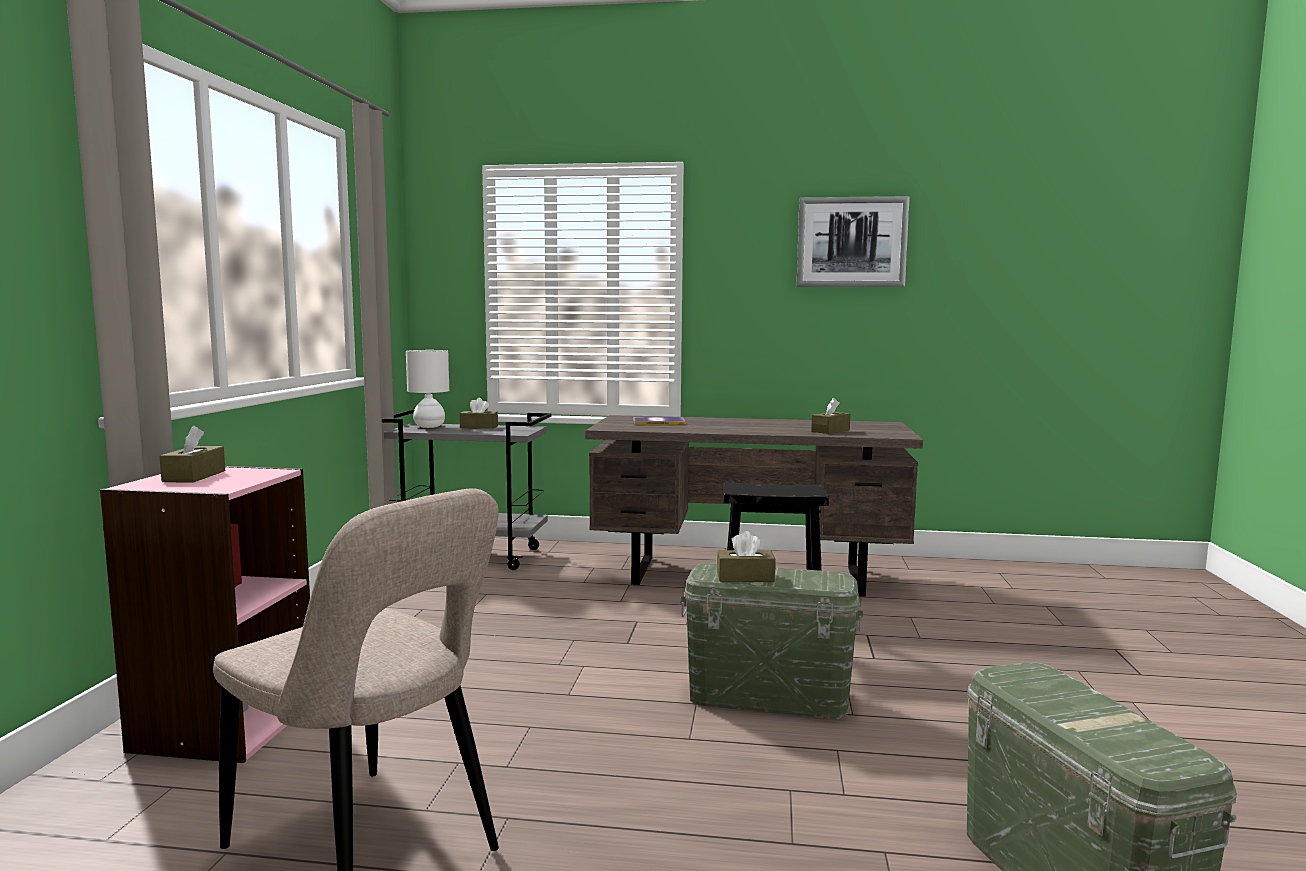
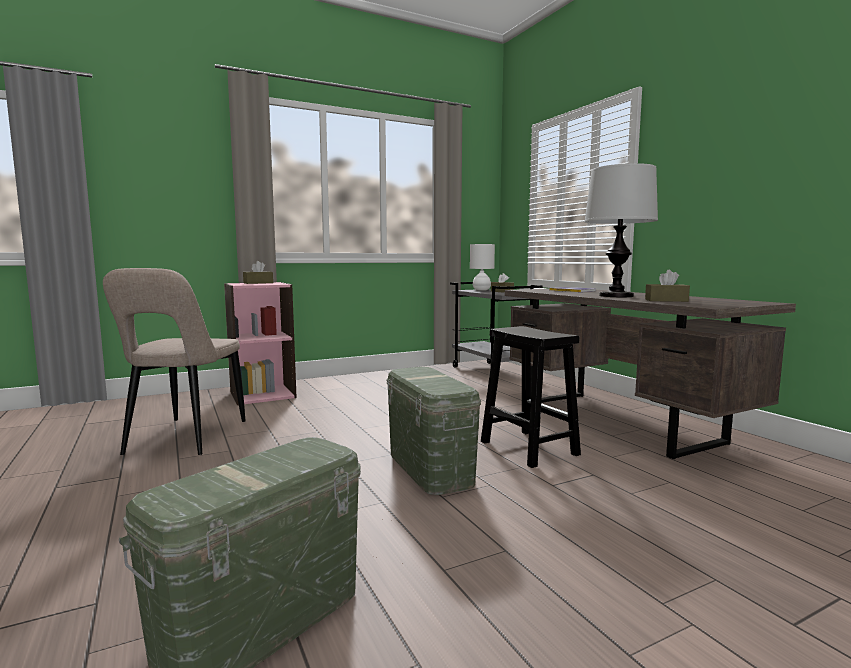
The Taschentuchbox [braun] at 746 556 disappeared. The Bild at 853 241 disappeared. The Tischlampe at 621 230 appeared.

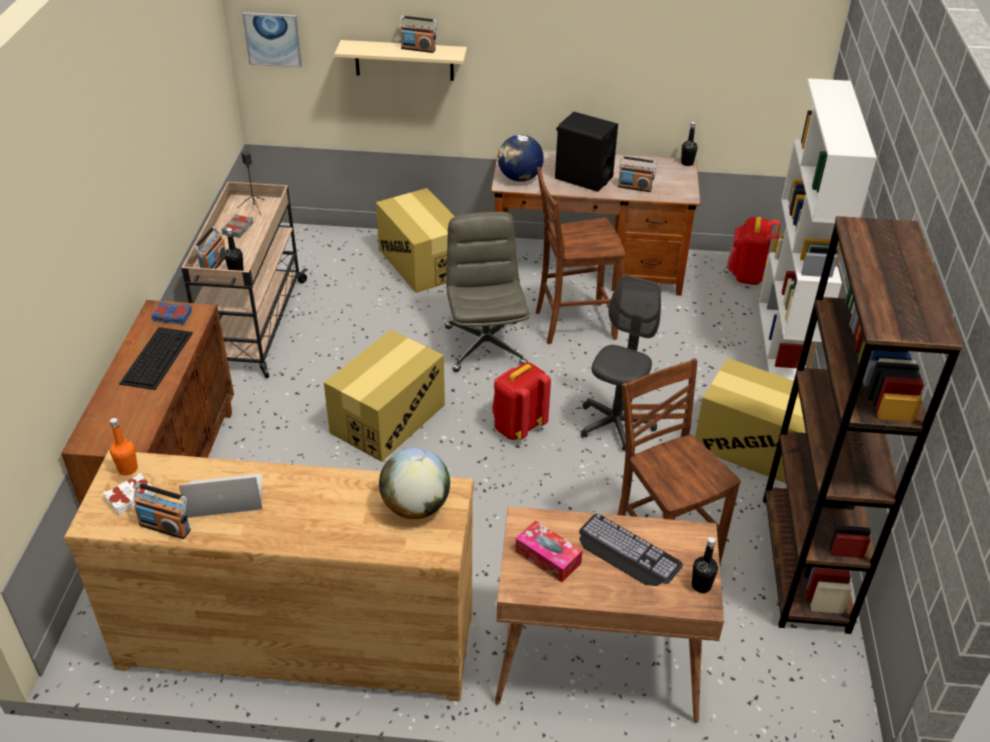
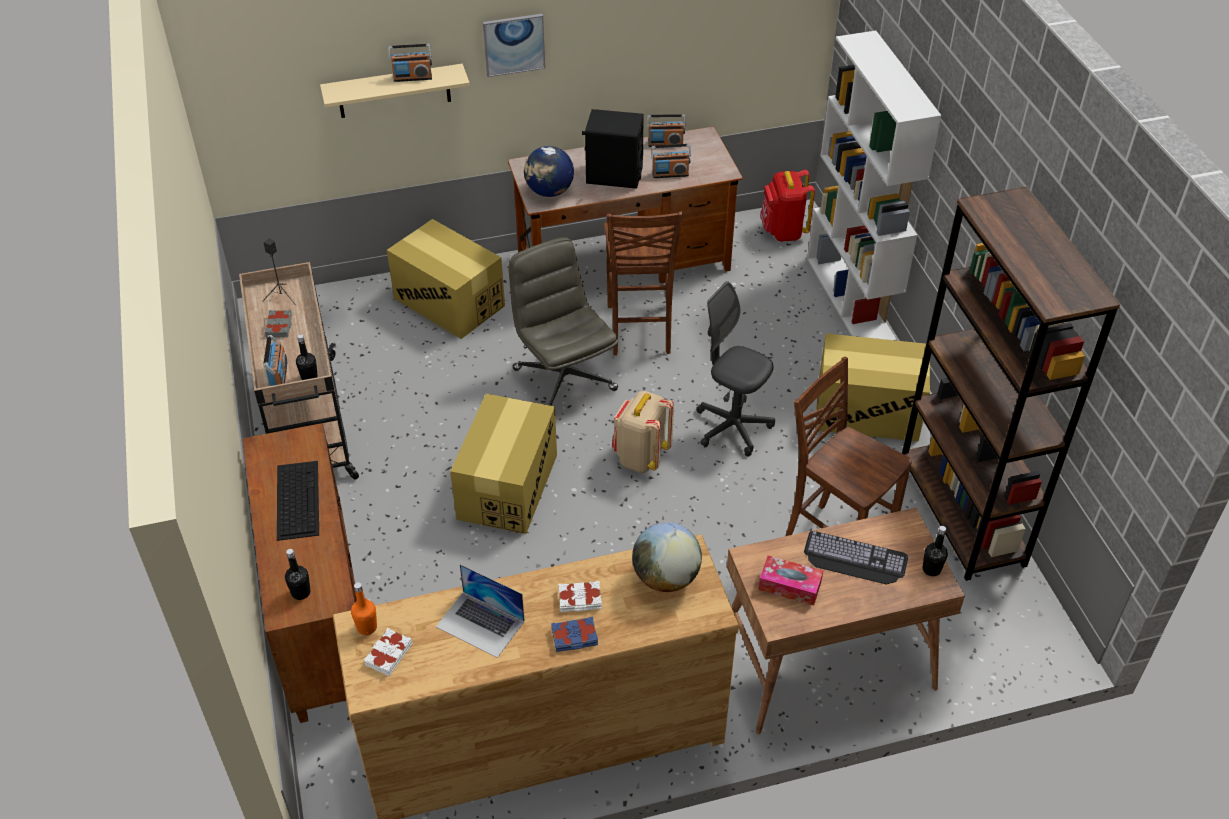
The Buch [weiß] at 580 596 appeared. The Radio moved from 162 511 to 666 130. The Buch [blau] moved from 171 313 to 574 634. The Bild moved from 272 40 to 514 45. The Flasche [schwarz] moved from 689 144 to 297 574. The Rucksack [rot] at 521 401 became the Rucksack [beige] at 643 432. The Laptop at 220 496 turned 120 degrees counterclockwise. The Stuhl [braun] at 580 255 turned 60 degrees counterclockwise. The Bürostuhl [grau] at 621 362 turned 60 degrees counterclockwise.

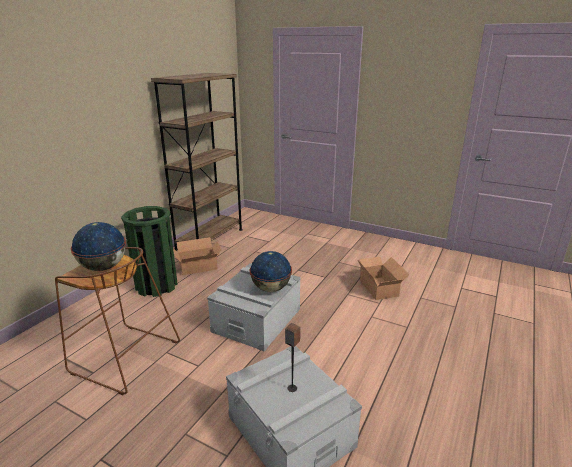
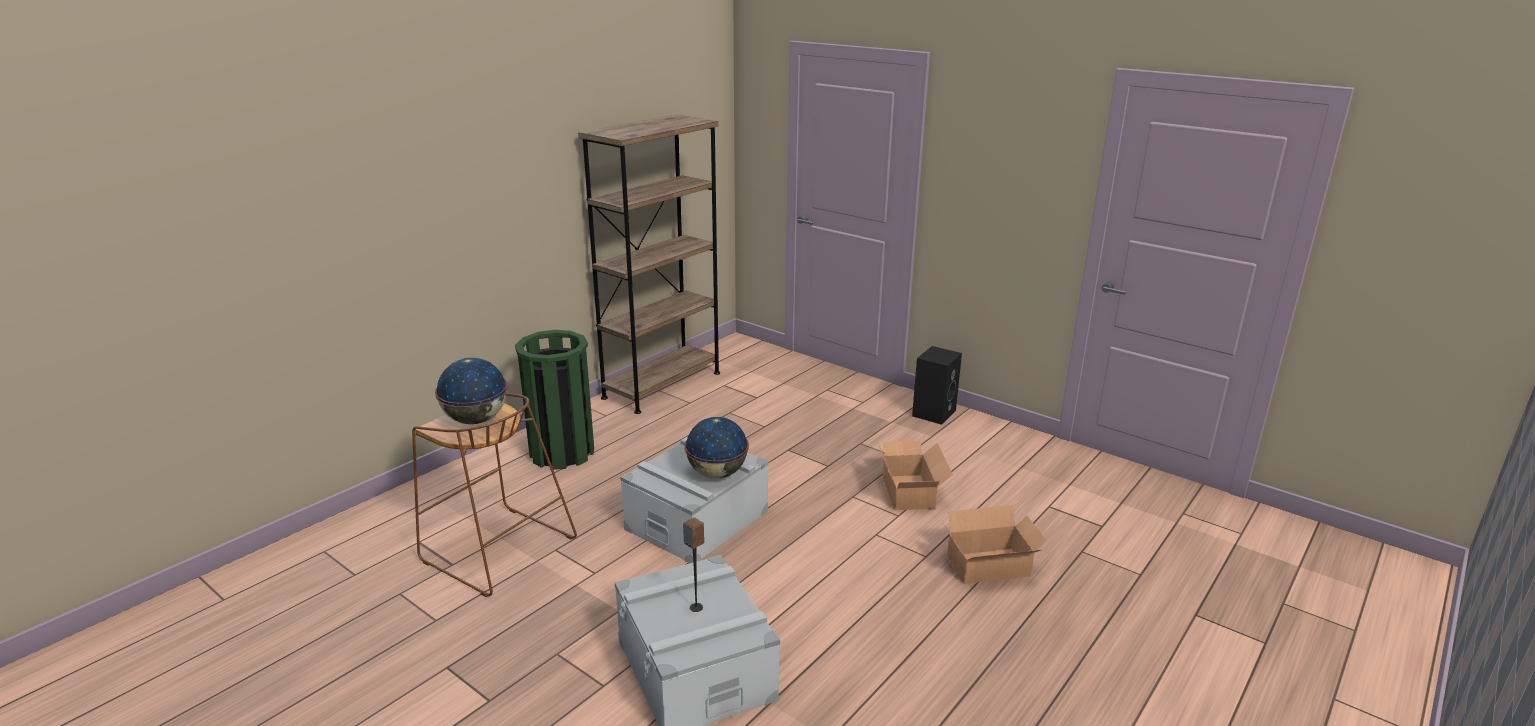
The Lautsprecher [schwarz] at 937 385 appeared. The Karton moved from 197 256 to 995 544.

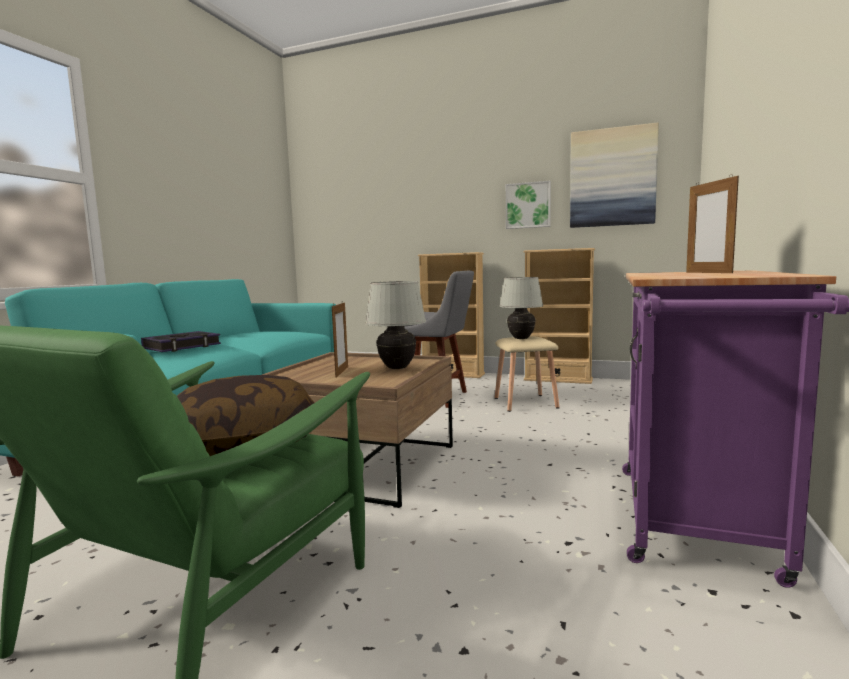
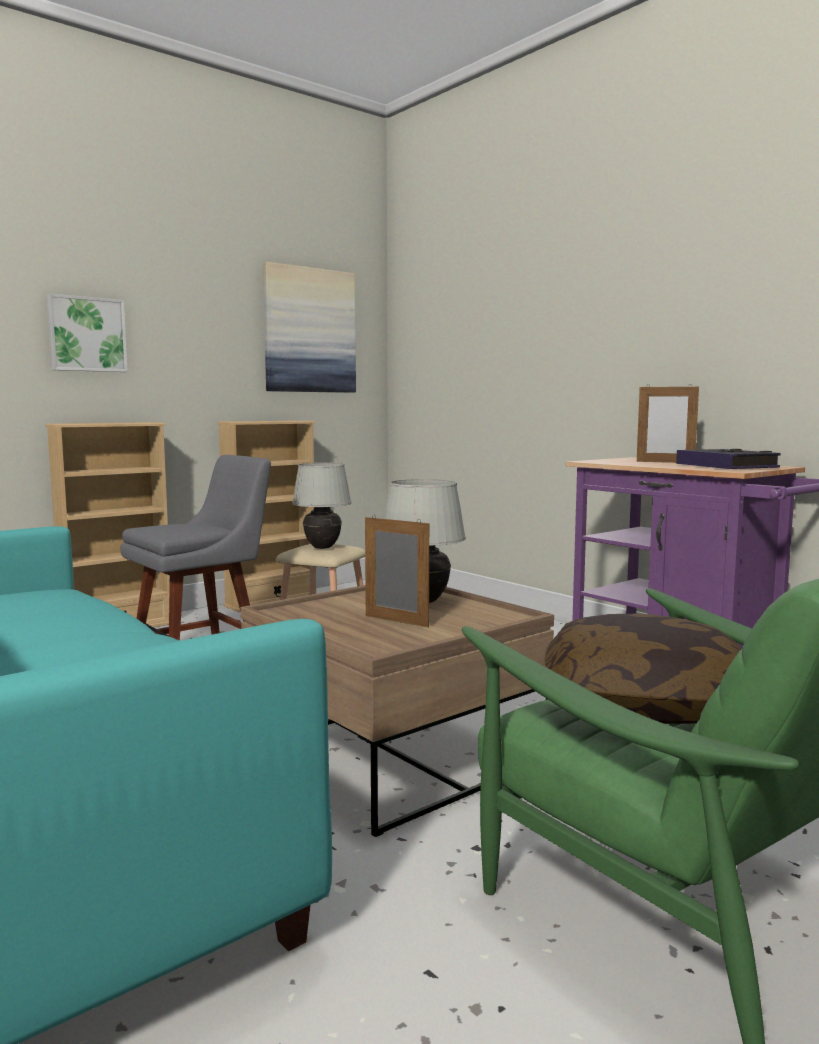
The Buch moved from 181 341 to 728 459. The Bild moved from 528 205 to 87 333.

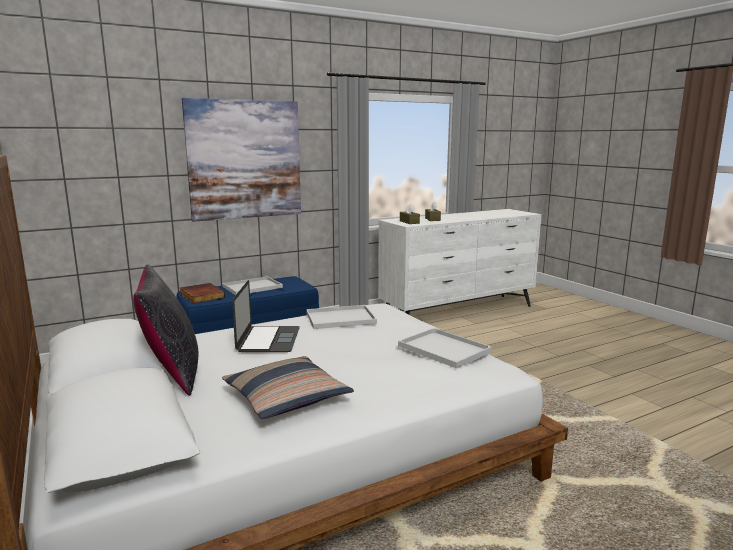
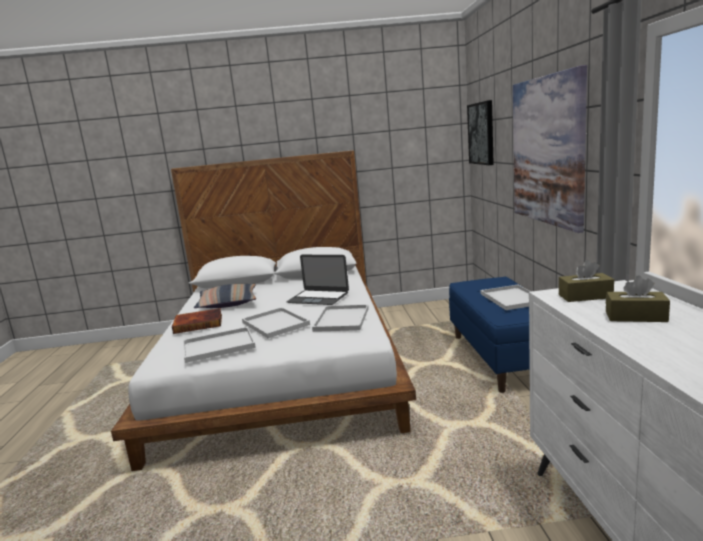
The Kissen [schwarz] at 166 330 disappeared. The Tablett [weiß] at 276 322 appeared. The Bild at 480 132 appeared. The Buch moved from 202 293 to 197 321.

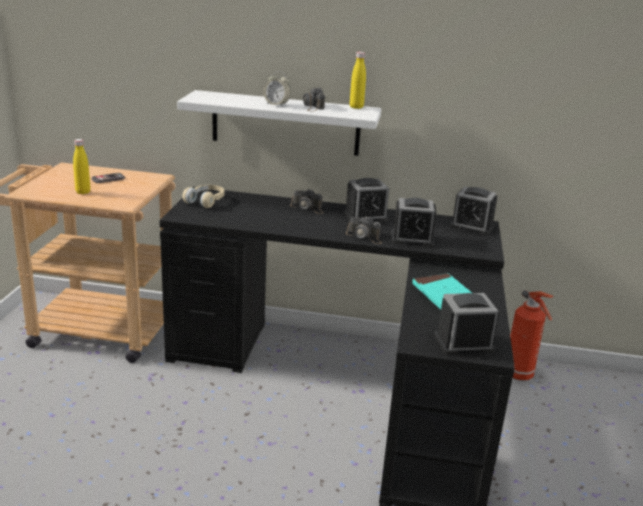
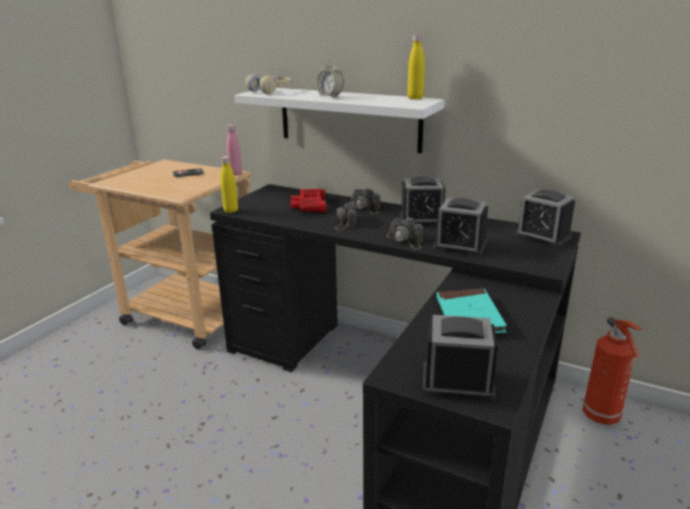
The Flasche [rosa] at 234 150 appeared. The Fernglas [rot] at 308 200 appeared. The Flasche [gelb] moved from 81 166 to 229 184. The Kopfhörer [beige] moved from 203 196 to 268 83. The Kamera moved from 314 99 to 345 215.

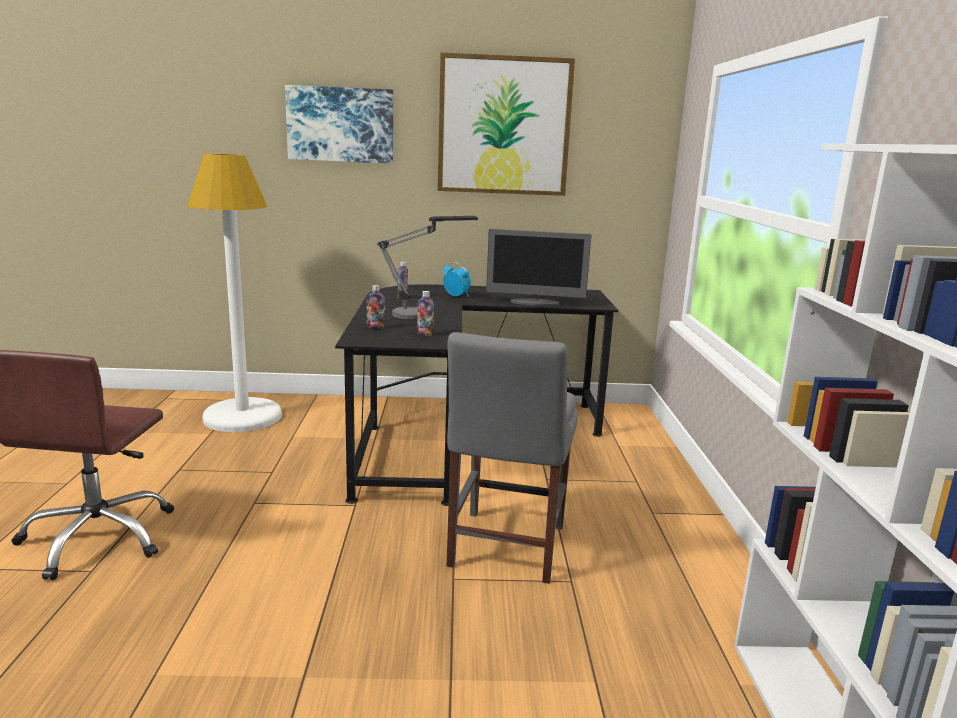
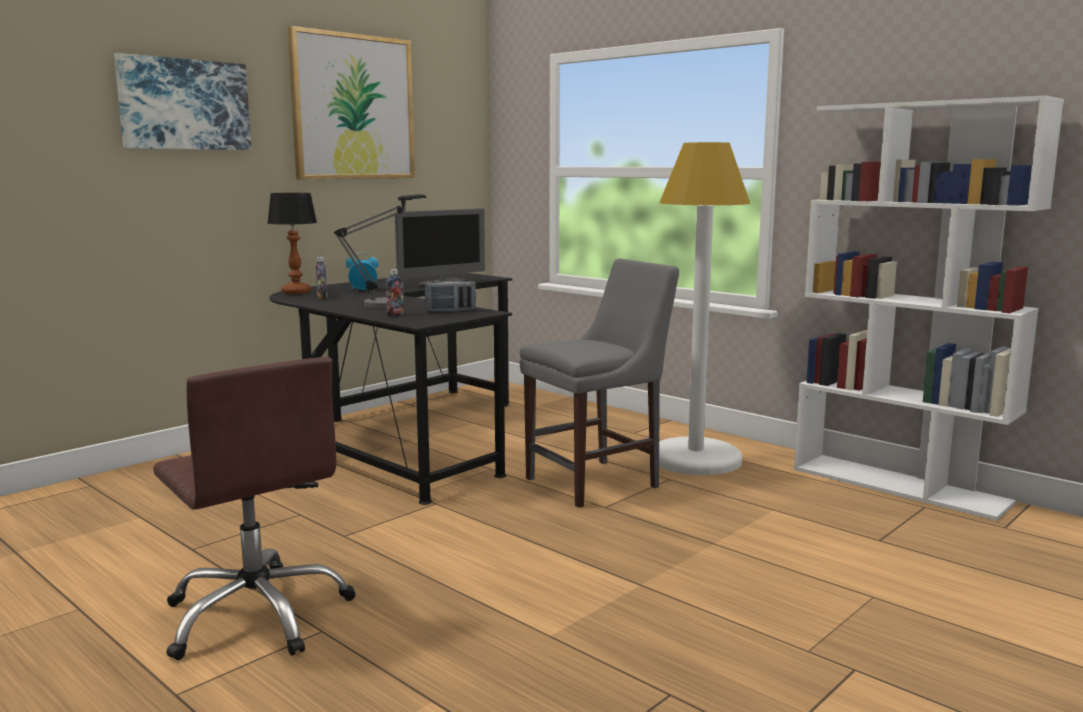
The Tischlampe at 292 243 appeared. The Stehlampe [weiß] moved from 235 293 to 699 308. The Flasche at 425 313 was replaced by the Radio at 450 295. The Stuhl [grau] at 512 458 turned 90 degrees counterclockwise.

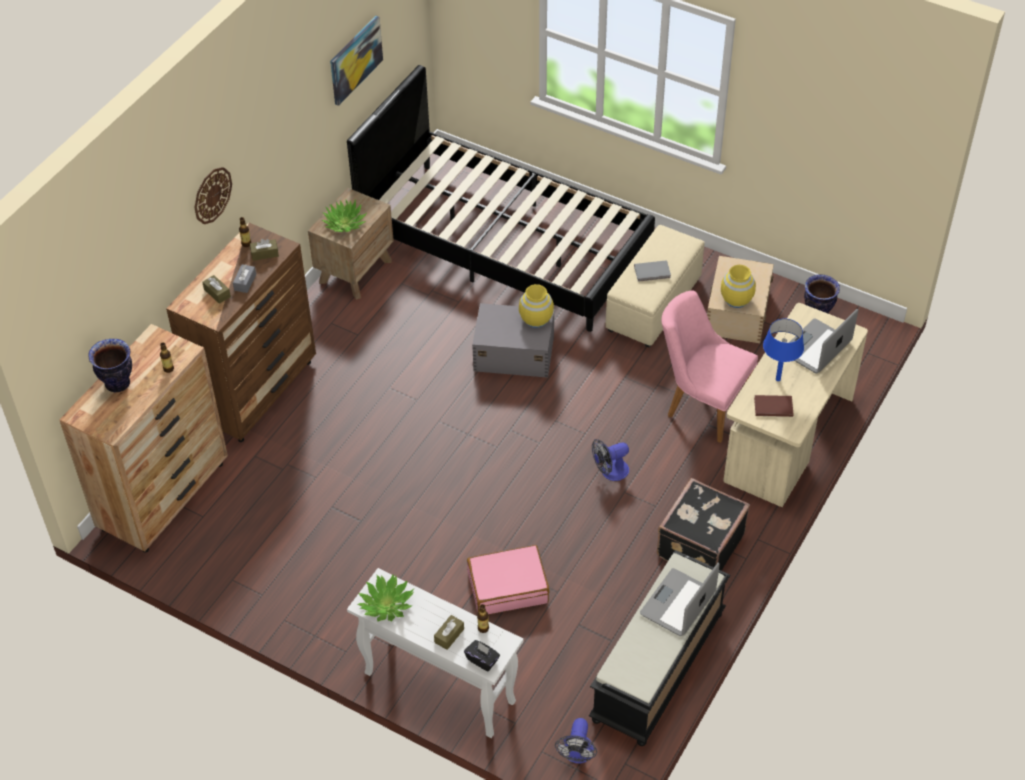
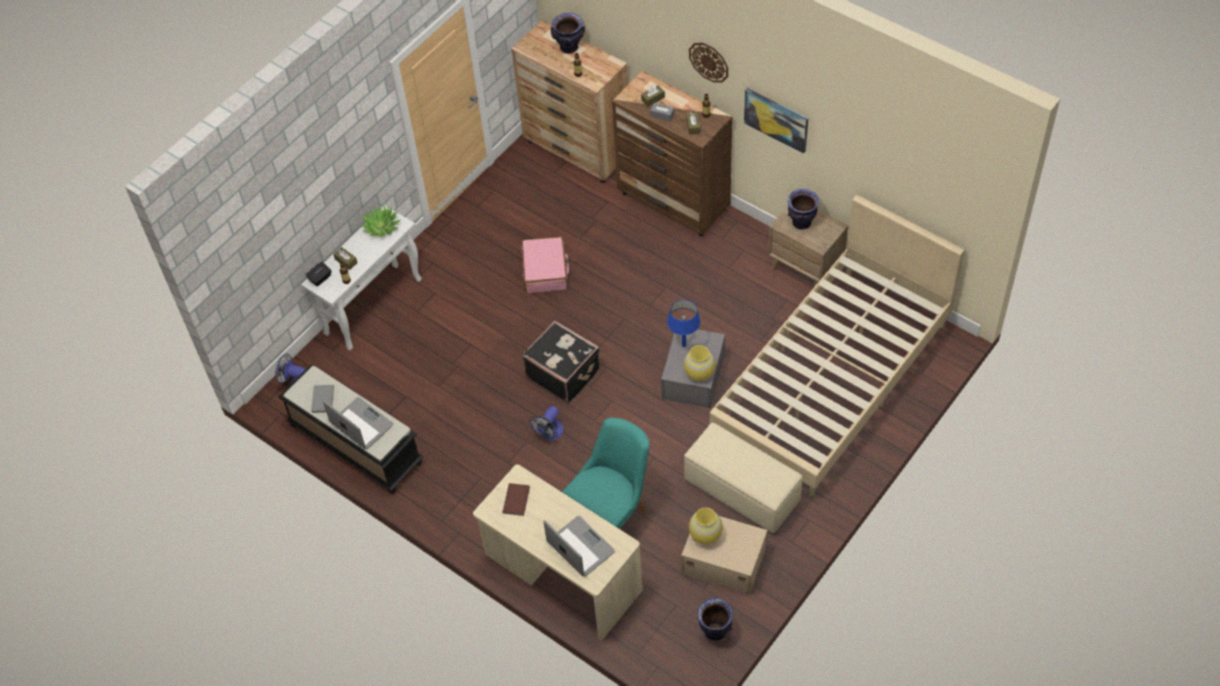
The Bild moved from 356 61 to 776 121. The Koffer [rosa] moved from 508 580 to 545 264. The Buch [grau] moved from 652 271 to 322 399. The Koffer [schwarz] moved from 703 524 to 561 361. The Tischlampe [blau] moved from 783 350 to 683 323. The Topfpflanze at 344 215 was replaced by the Vase at 803 209. The Bett [schwarz] at 501 198 became the Bett [beige] at 837 345. The Stuhl [rosa] at 710 366 became the Stuhl [türkis] at 606 473. The Ventilator at 610 460 turned 135 degrees counterclockwise.

